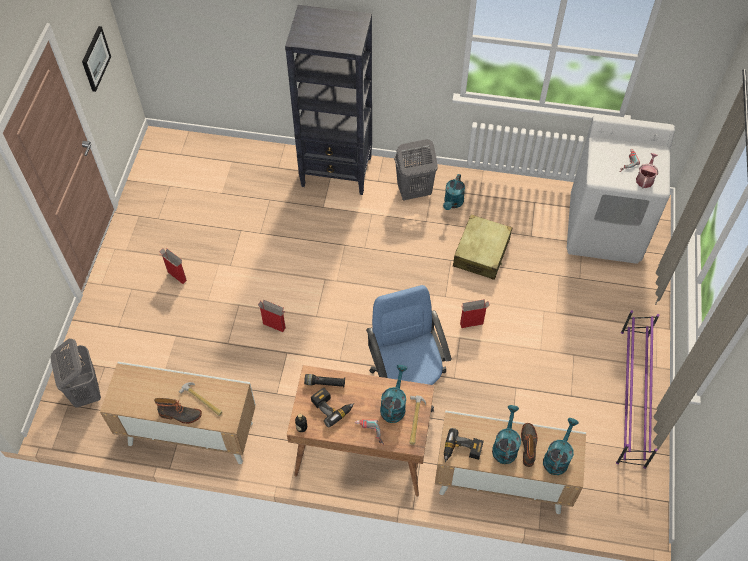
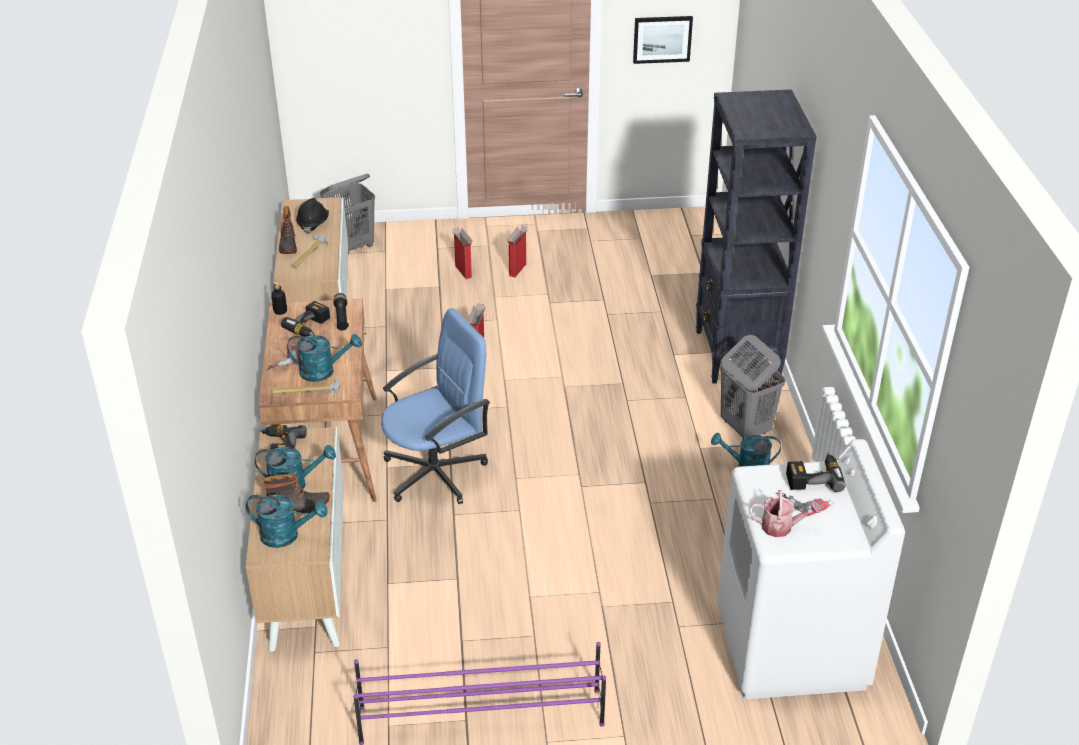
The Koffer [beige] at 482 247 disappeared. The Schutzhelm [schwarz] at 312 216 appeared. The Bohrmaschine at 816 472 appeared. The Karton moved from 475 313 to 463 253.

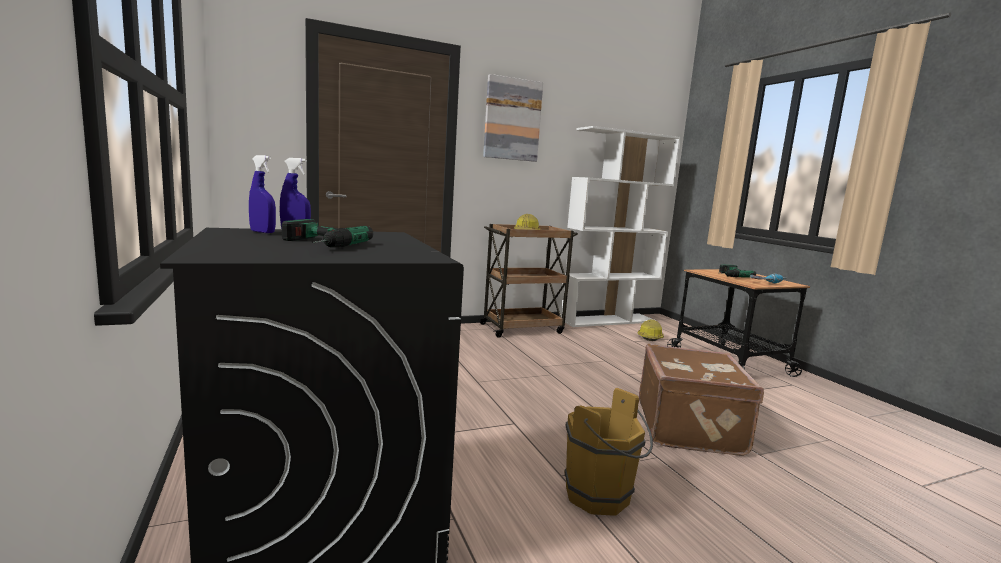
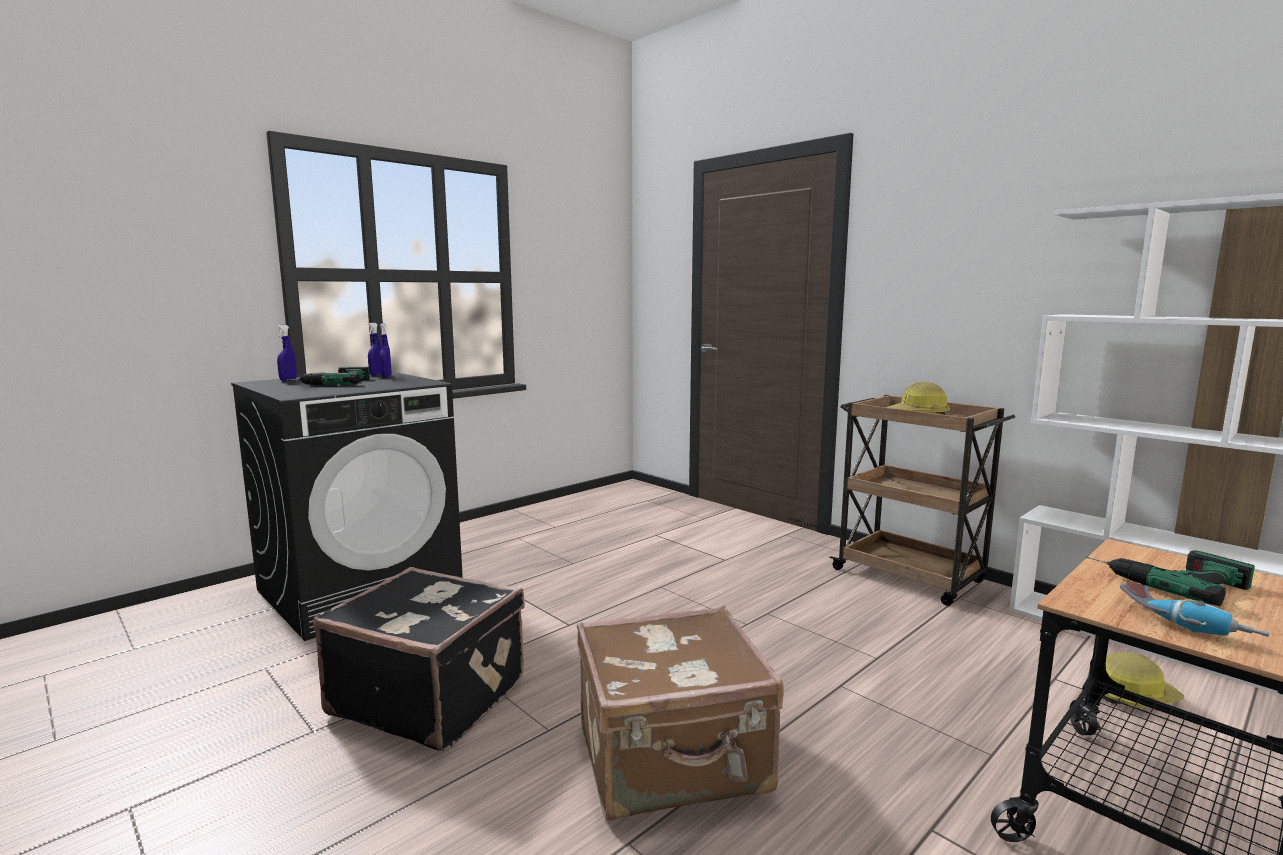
The Bild at 513 118 disappeared. The Sprühflasche [blau] at 286 353 appeared. The Eimer [braun] at 608 452 was replaced by the Koffer [schwarz] at 419 659.

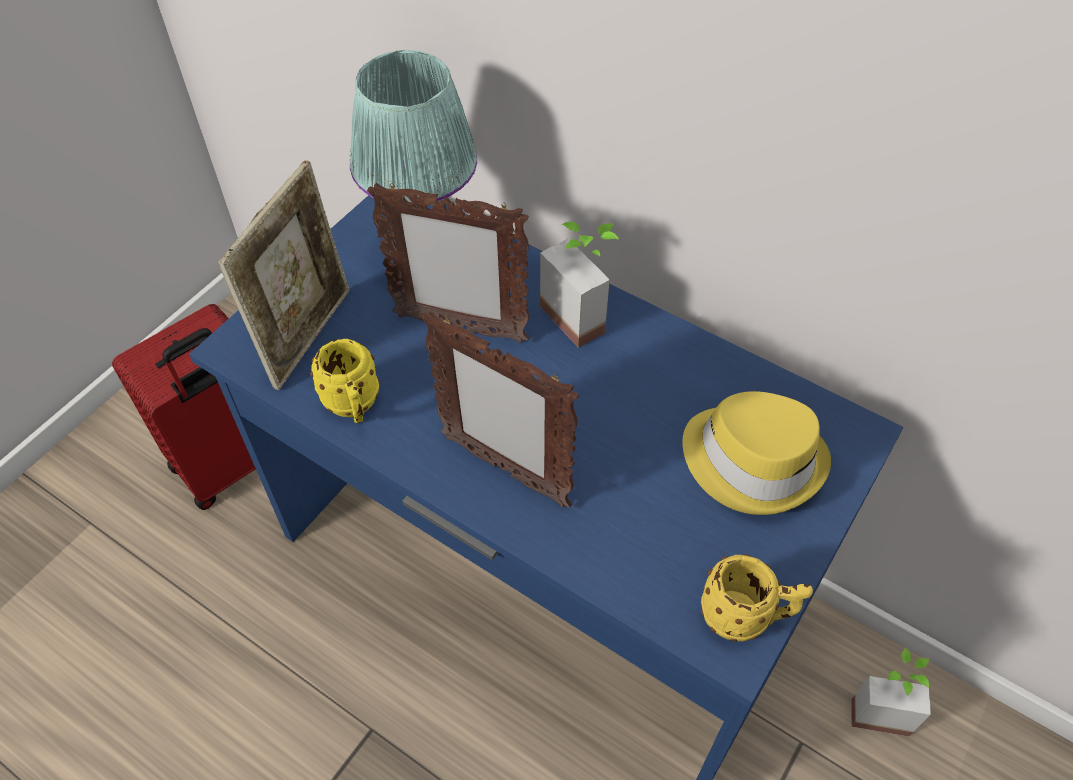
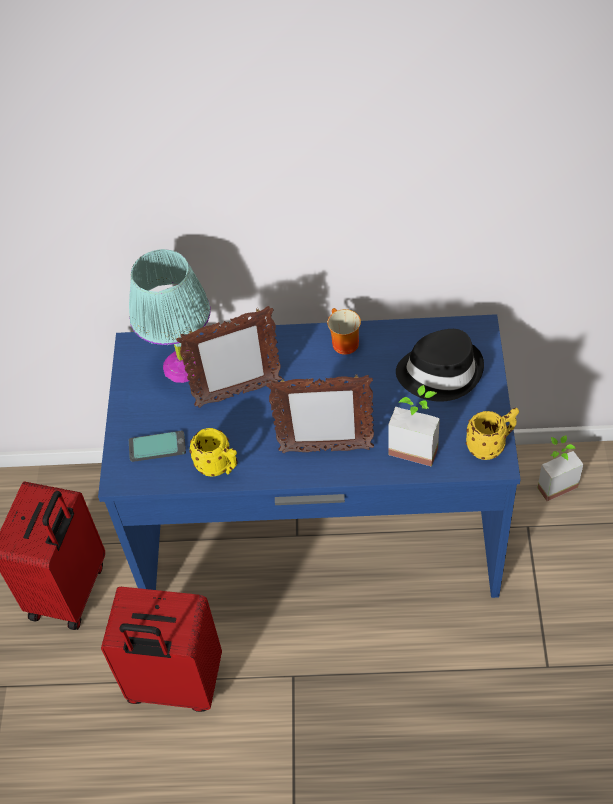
The Koffer [rot] at 161 649 appeared. The Henkelbecher at 344 331 appeared. The Topfpflanze moved from 579 285 to 414 426. The Bilderrahmen at 283 275 was replaced by the Handy at 157 446. The Hut [gelb] at 756 453 became the Hut [schwarz] at 440 365.

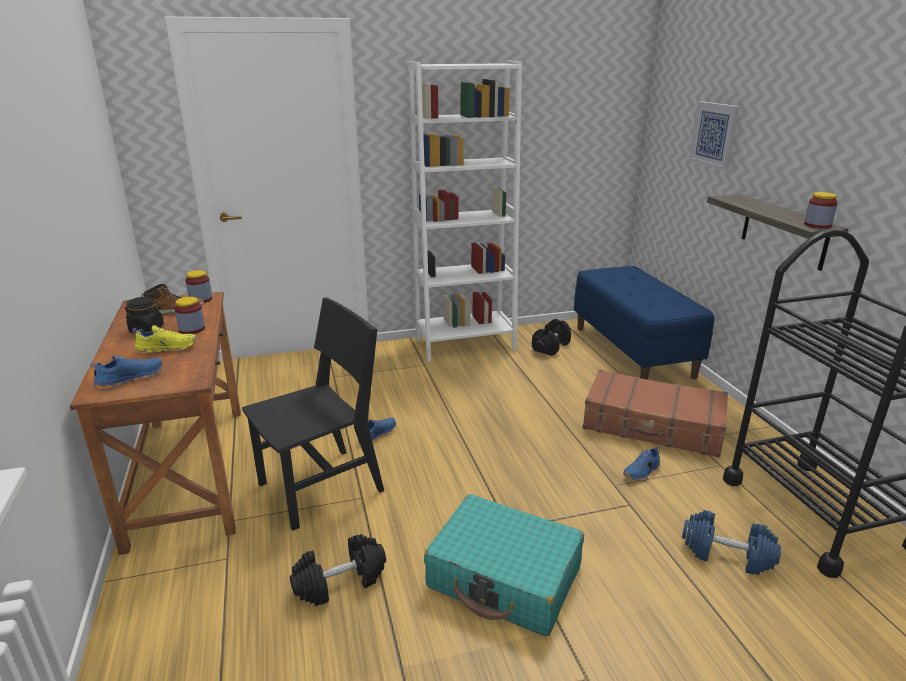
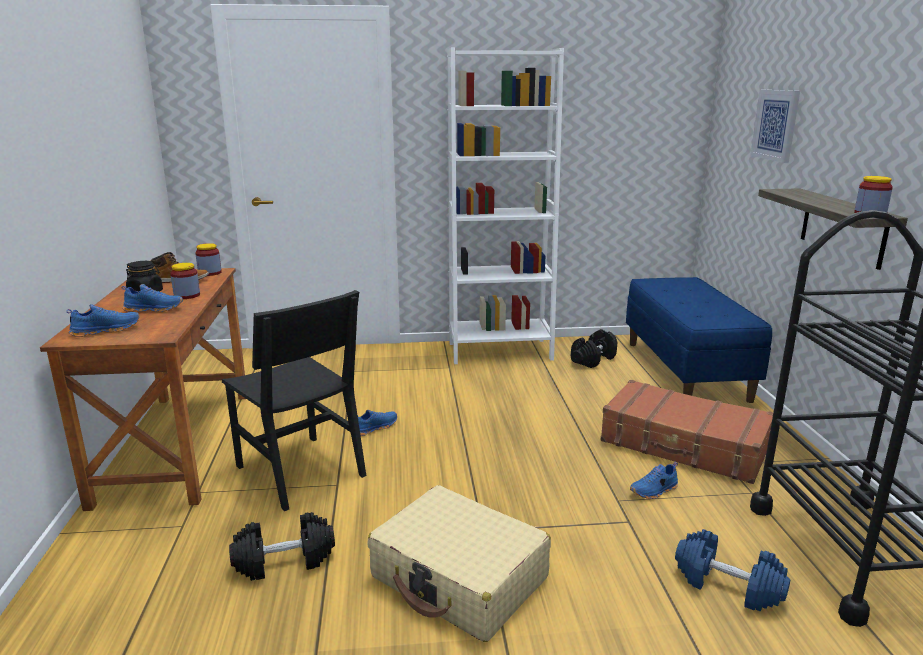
The Schuh [gelb] at 164 339 became the Schuh [blau] at 152 298. The Koffer [türkis] at 504 565 became the Koffer [beige] at 459 563. The Stuhl [schwarz] at 313 414 turned 75 degrees clockwise.

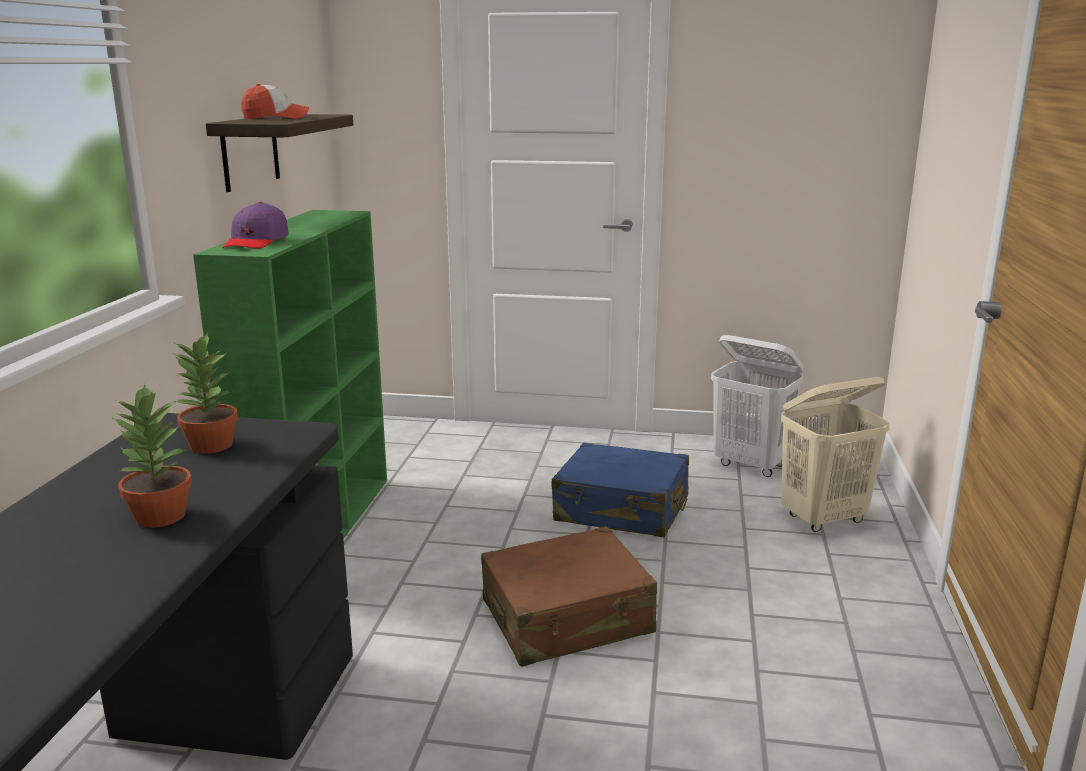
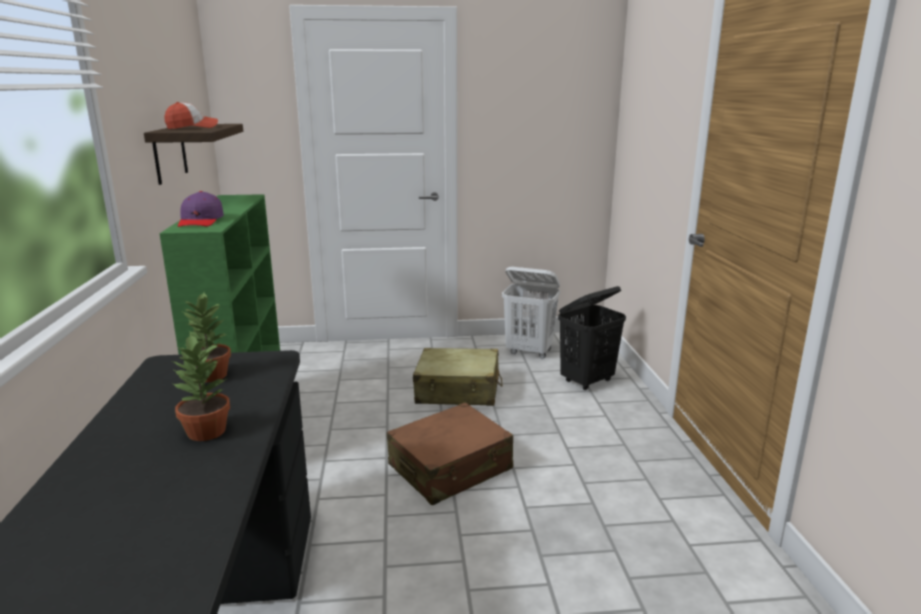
The Koffer [blau] at 620 490 became the Koffer [beige] at 458 377. The Wäschekorb [beige] at 835 454 became the Wäschekorb [schwarz] at 592 338.

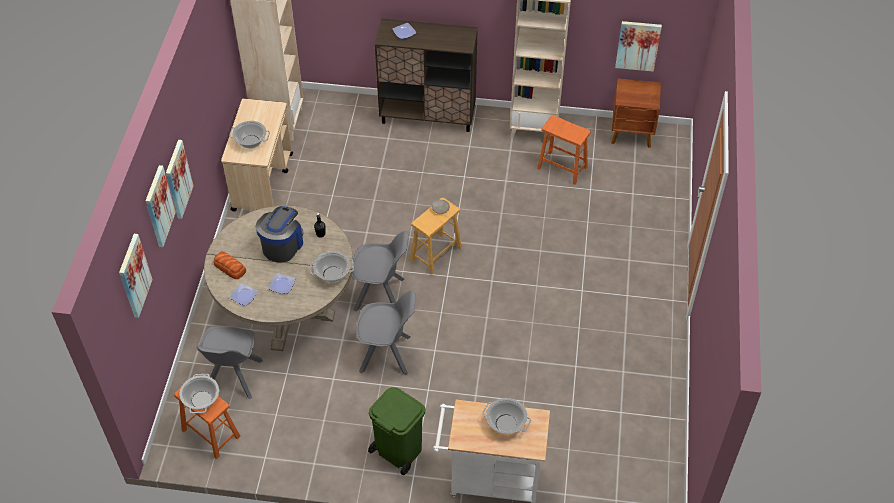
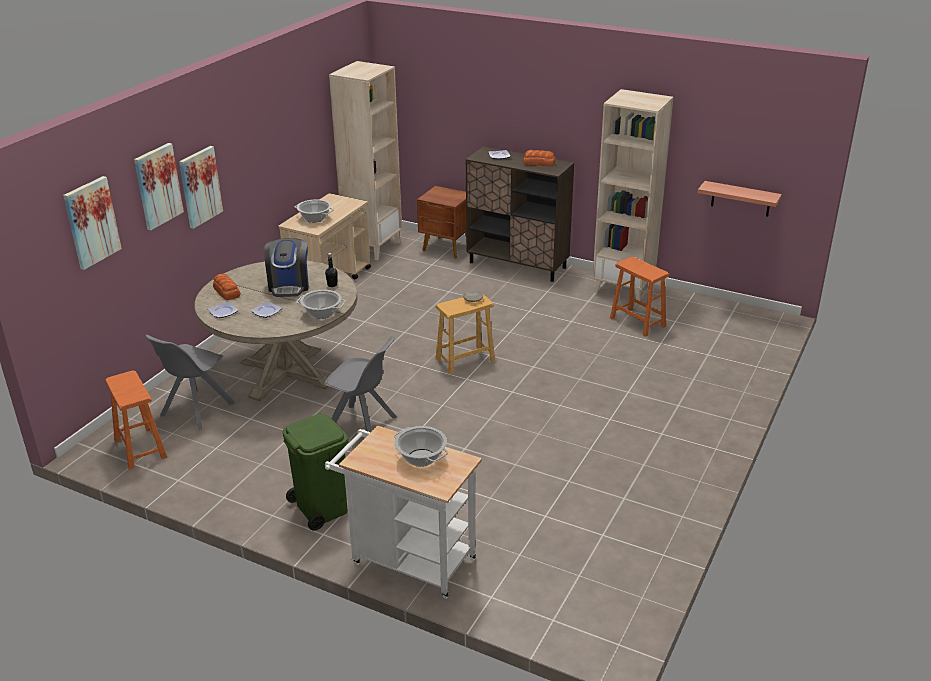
The Kochtopf at 199 393 disappeared. The Stuhl [grau] at 380 271 disappeared. The Brot at 539 158 appeared. The Nachttisch [braun] moved from 636 113 to 441 222. The Bild at 638 46 was replaced by the Wandregal at 740 199. The Kaffeemaschine at 279 234 turned 135 degrees clockwise.

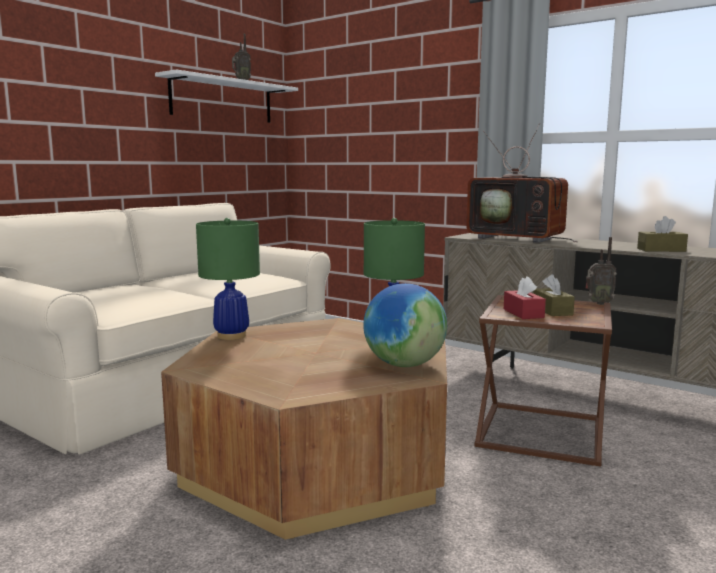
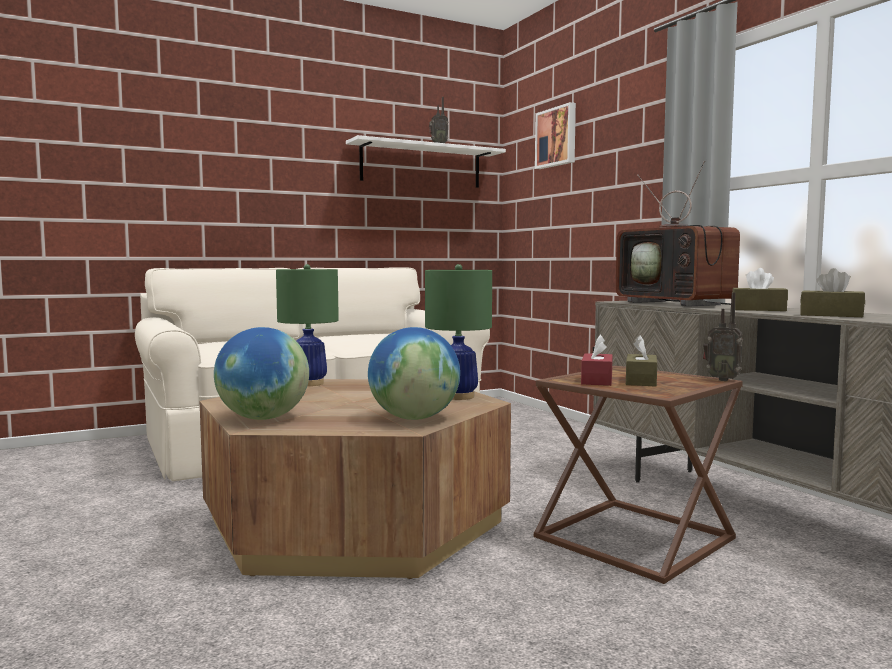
The Globus at 261 373 appeared. The Bild at 555 135 appeared. The Taschentuchbox [braun] at 760 289 appeared.

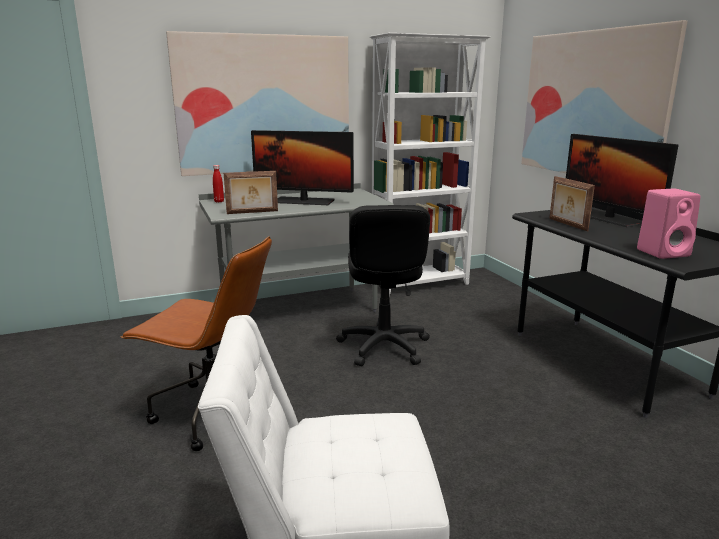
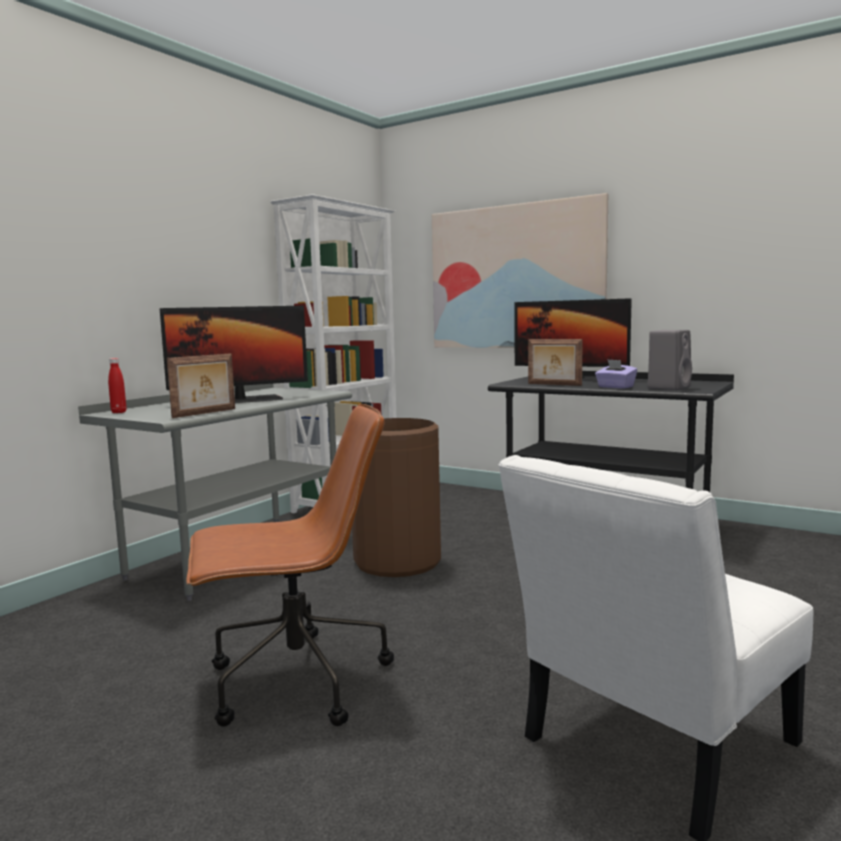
The Bild at 257 103 disappeared. The Taschentuchbox [lila] at 616 374 appeared. The Bürostuhl [schwarz] at 383 285 was replaced by the Mülleimer [braun] at 396 497. The Lautsprecher [rosa] at 668 223 became the Lautsprecher [grau] at 670 360.

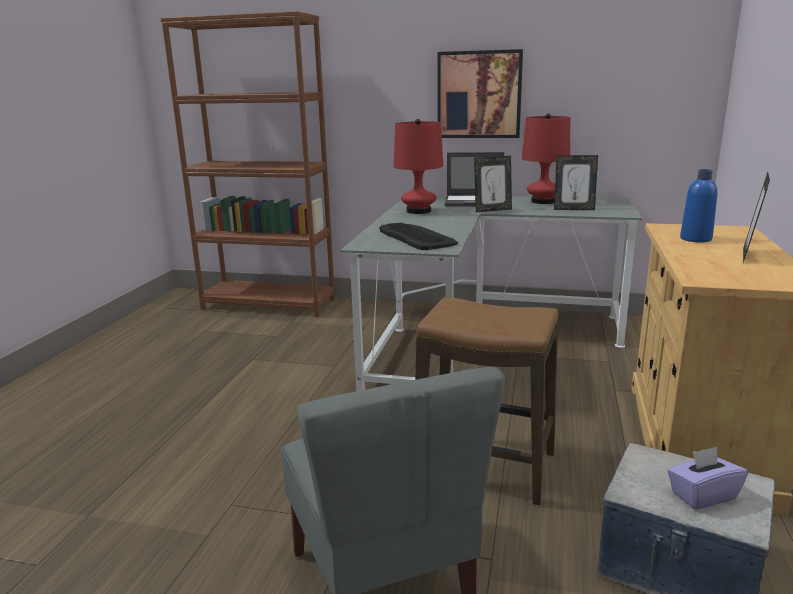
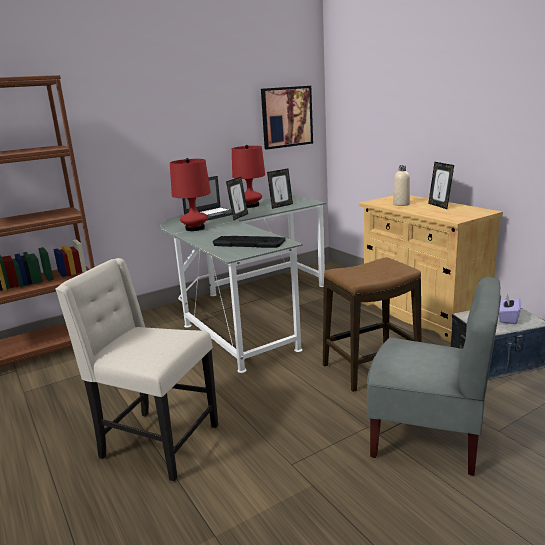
The Stuhl [beige] at 136 369 appeared. The Bild moved from 480 93 to 287 117. The Flasche [blau] at 699 206 became the Flasche [beige] at 401 185.

